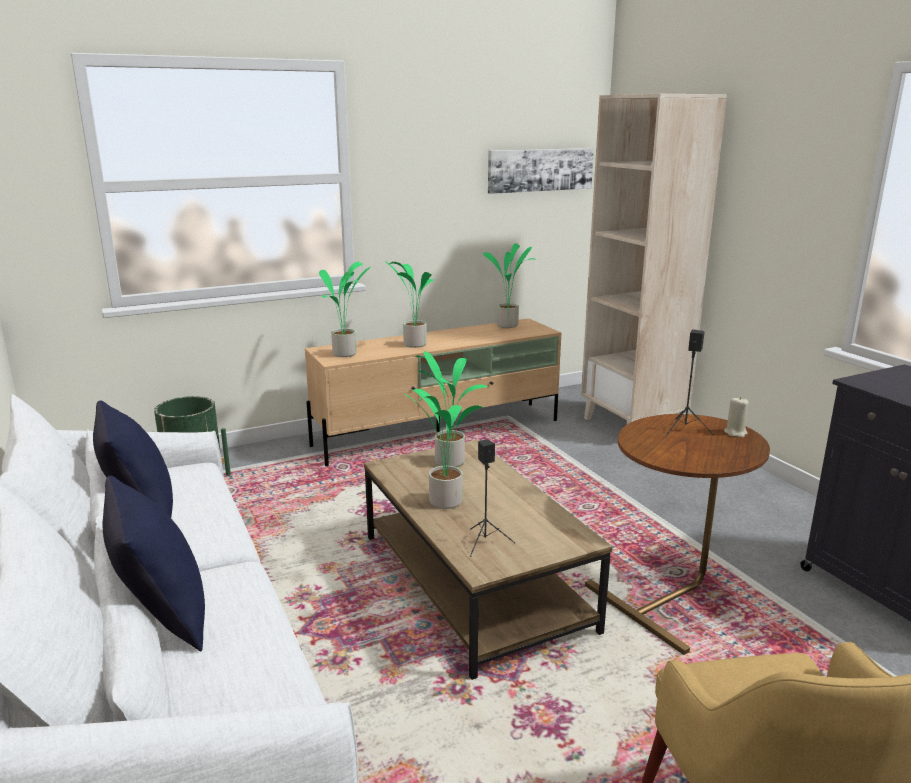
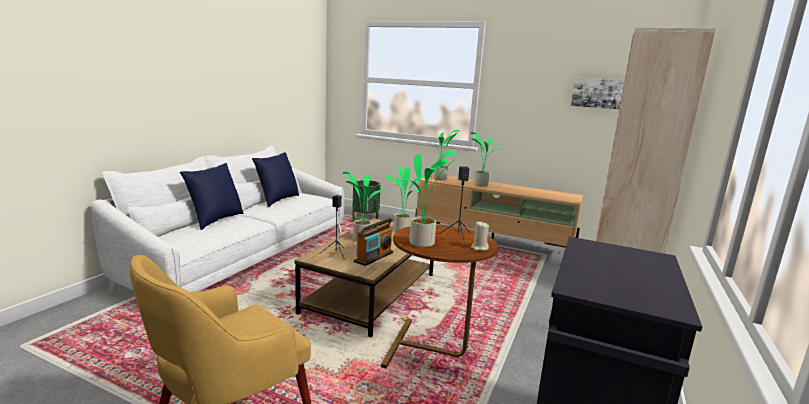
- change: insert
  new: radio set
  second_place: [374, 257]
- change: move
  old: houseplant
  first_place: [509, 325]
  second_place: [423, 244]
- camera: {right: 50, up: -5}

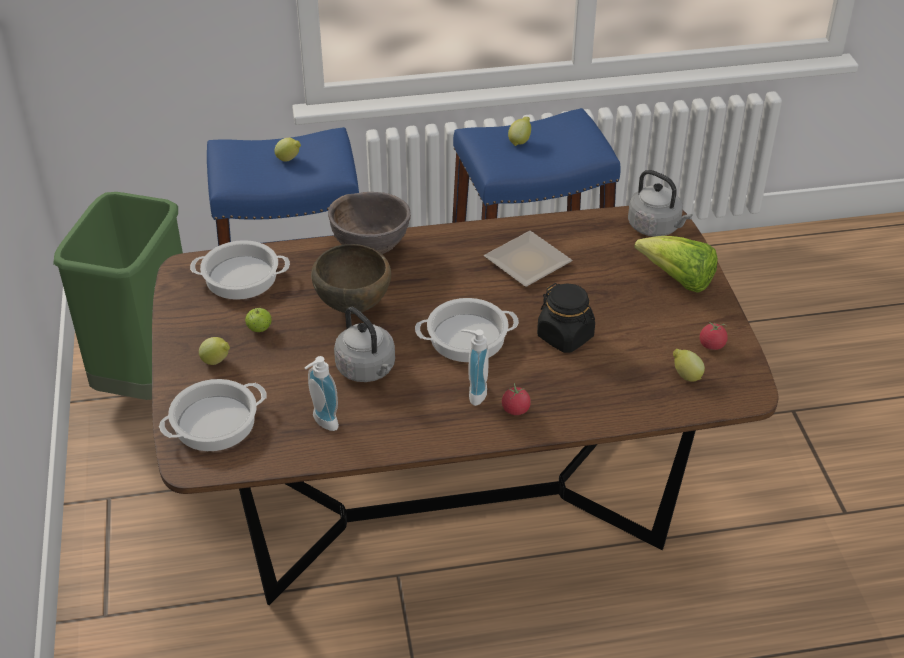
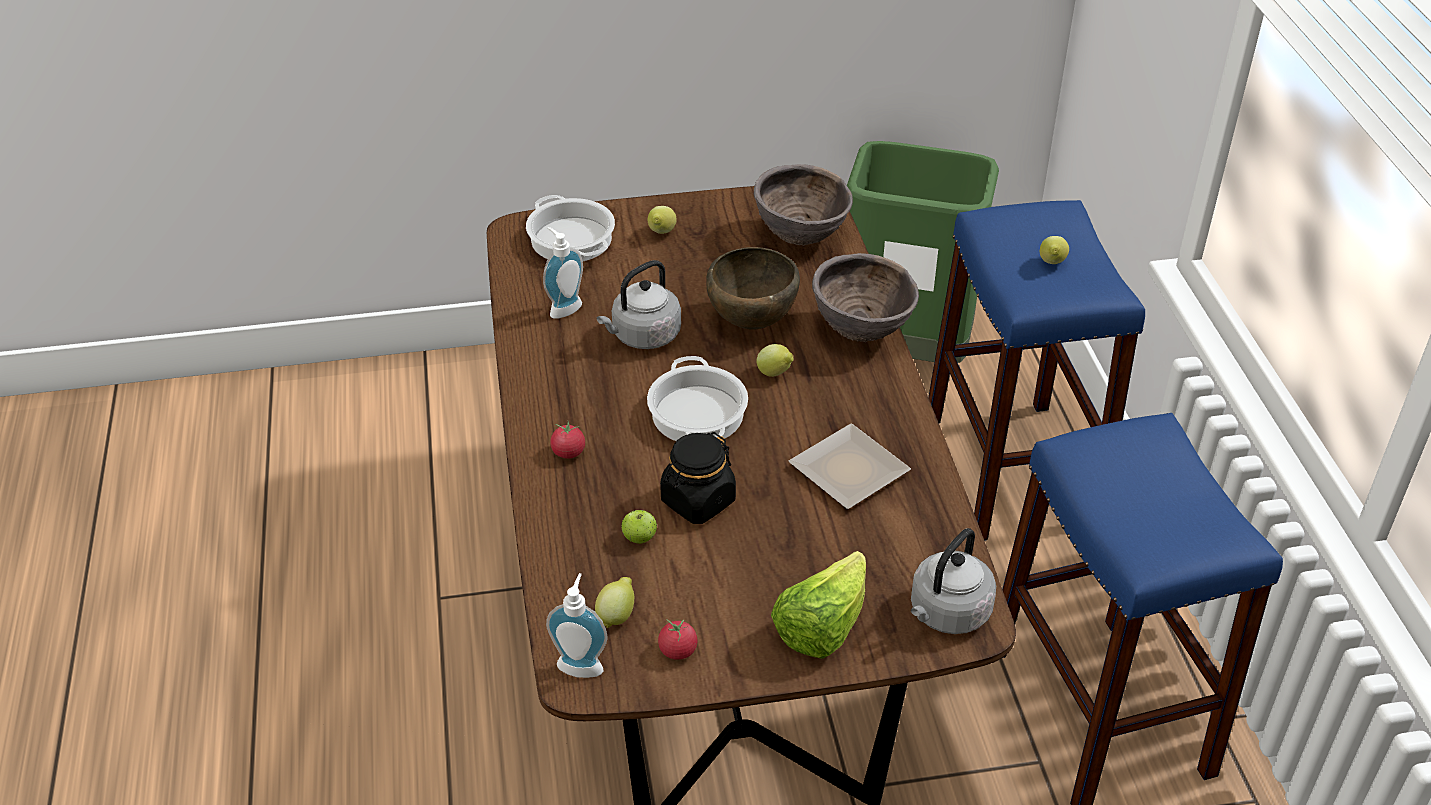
- change: move
  old: apple fruit
  first_place: [259, 329]
  second_place: [639, 538]
- change: move
  old: soap bottle
  first_place: [473, 393]
  second_place: [581, 663]
- change: move
  old: lemon
  first_place: [520, 141]
  second_place: [775, 374]
- change: replace
  old: stockpot
  new: brownish bowl
  first_place: [240, 277]
  second_place: [801, 238]
- camera: {right: 90, up: 0}

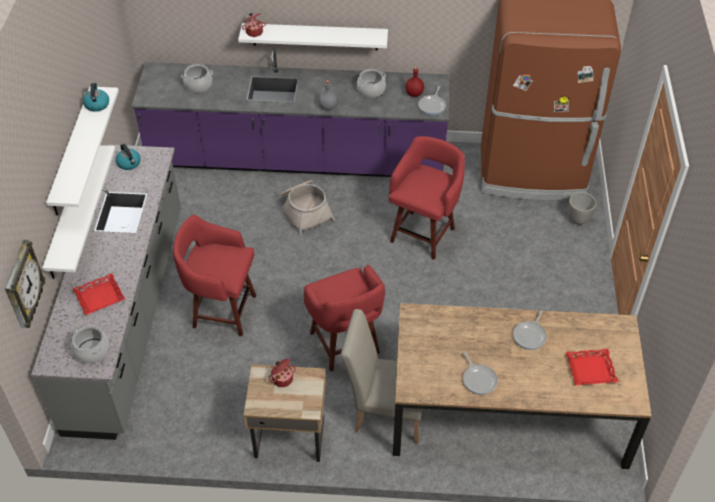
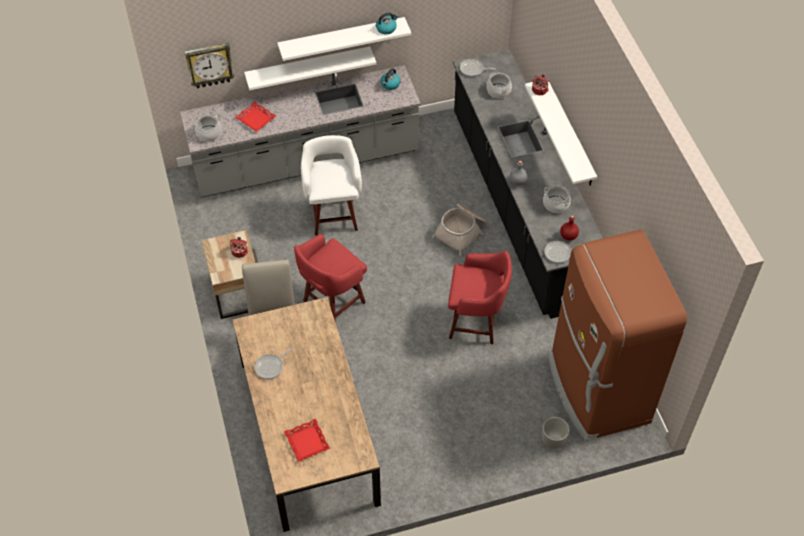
- change: move
  old: pan
  first_place: [530, 335]
  second_place: [473, 69]
- change: recolor
  old: purplish kitchen counter
  new: black kitchen counter
  first_place: [297, 159]
  second_place: [519, 207]
- change: recolor
  old: red stool seat
  new: whitish stool seat
  first_place: [222, 311]
  second_place: [333, 215]
- camera: {right: 70, up: 5}

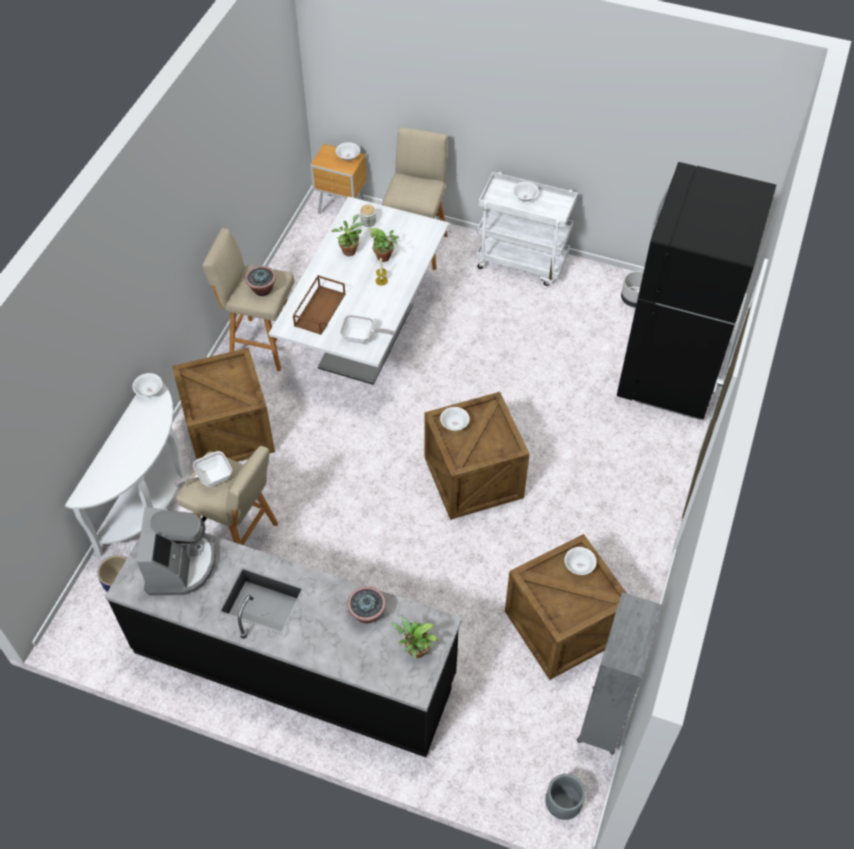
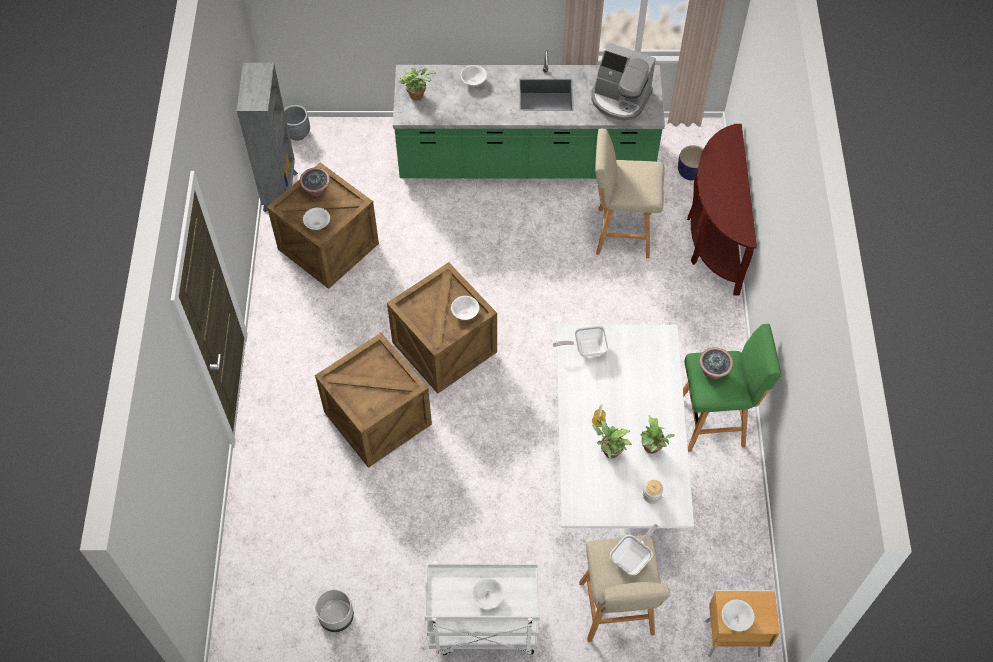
- change: delete
  old: brownish serving tray
  first_place: [319, 309]
- change: delete
  old: black refrigerator
  first_place: [670, 372]
- change: move
  old: whitish bowl
  first_place: [149, 391]
  second_place: [473, 81]
- change: move
  old: shipping crate
  first_place: [231, 432]
  second_place: [376, 418]
- change: move
  old: pan
  first_place: [210, 478]
  second_place: [632, 557]
- change: move
  old: houseplant
  first_place: [367, 613]
  second_place: [317, 190]
- change: recolor
  old: whitish narrow table
  new: brownish narrow table
  first_place: [150, 501]
  second_place: [713, 239]
- change: recolor
  old: black kitchen counter
  new: green-coloured kitchen counter
  first_place: [294, 663]
  second_place: [526, 160]
- change: recolor
  old: sand-coloured stool seat
  new: green-coloured stool seat
  first_place: [261, 343]
  second_place: [714, 421]
- change: rotate
  old: coffee brewer
  first_place: [180, 565]
  second_place: [620, 99]
  degrees: -45
- camera: {right: 160, up: 5}

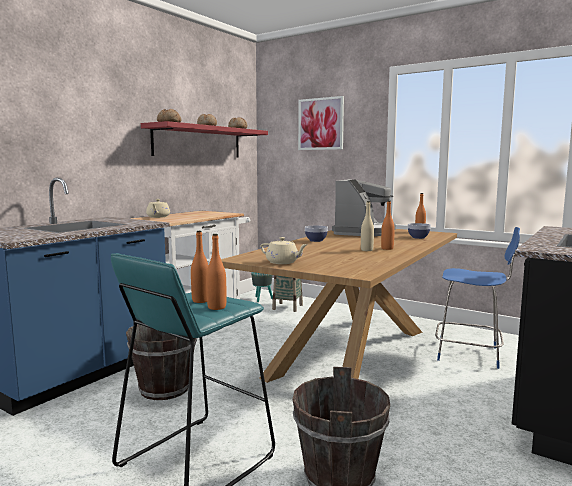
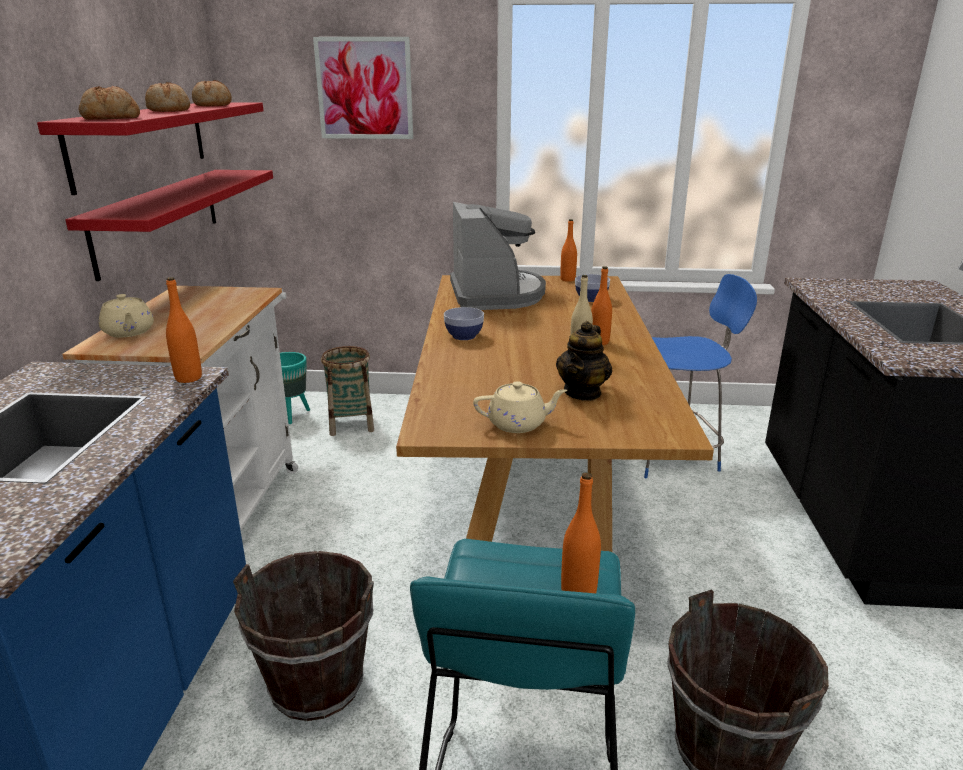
- change: insert
  new: red wall shelf
  second_place: [159, 219]
- change: insert
  new: tea pot
  second_place: [583, 392]
- change: move
  old: orange-coloured drink bottle
  first_place: [201, 300]
  second_place: [188, 378]
- camera: {right: -30, up: 15}

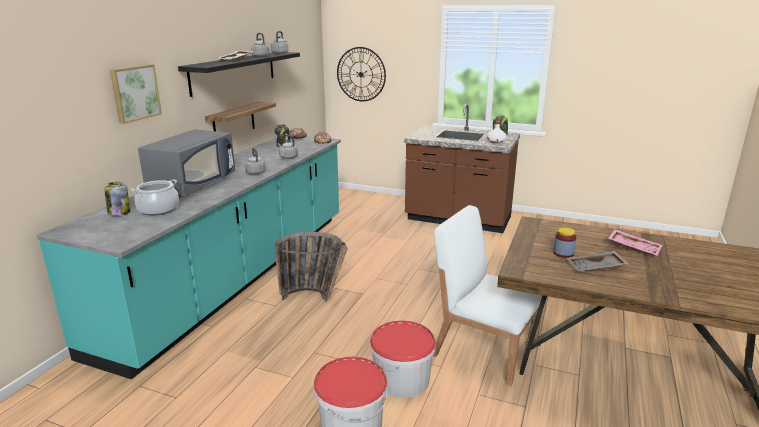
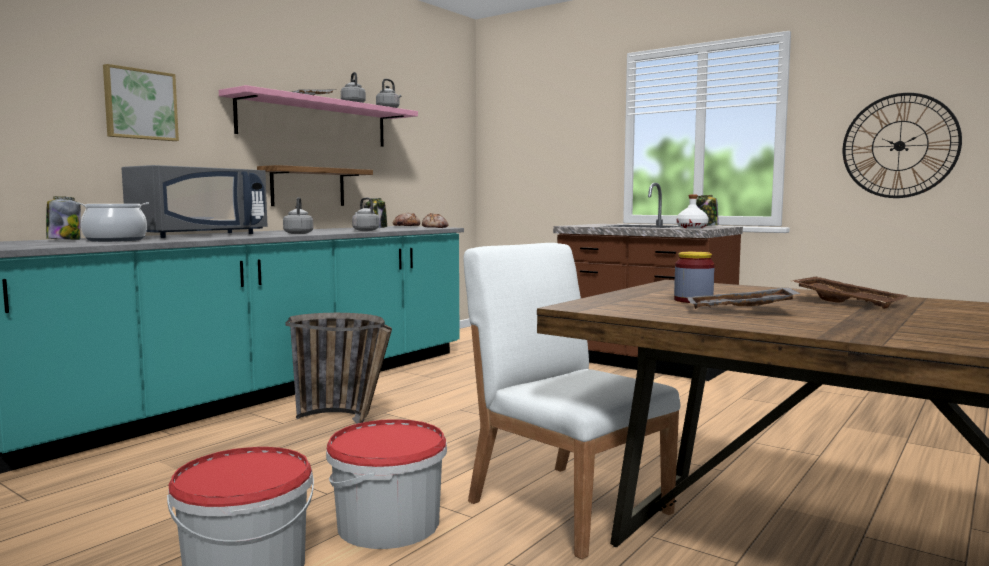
- change: move
  old: hanging clock
  first_place: [361, 74]
  second_place: [899, 146]
- change: recolor
  old: black wall shelf
  new: pink wall shelf
  first_place: [234, 72]
  second_place: [315, 122]
- change: recolor
  old: pink serving tray
  new: brownish serving tray
  first_place: [634, 248]
  second_place: [848, 302]
- camera: {right: 15, up: -15}

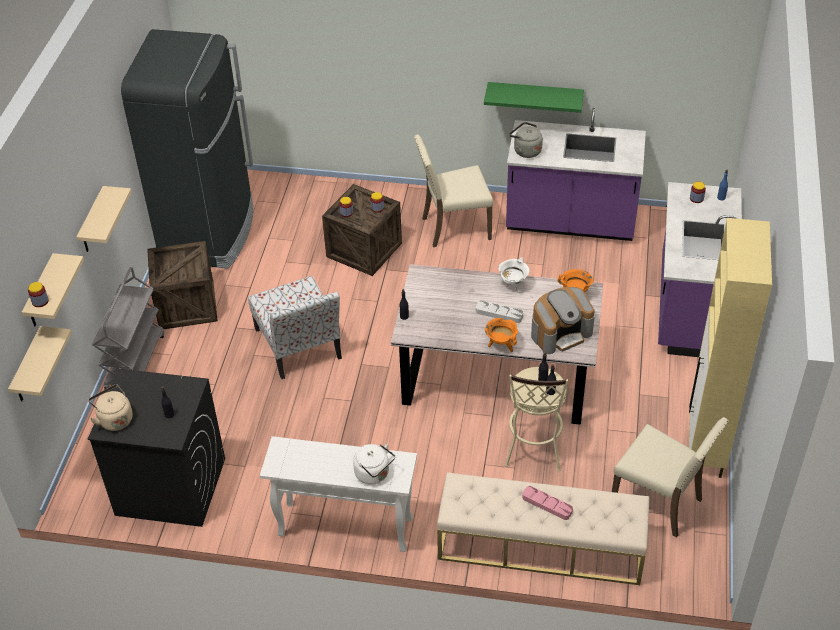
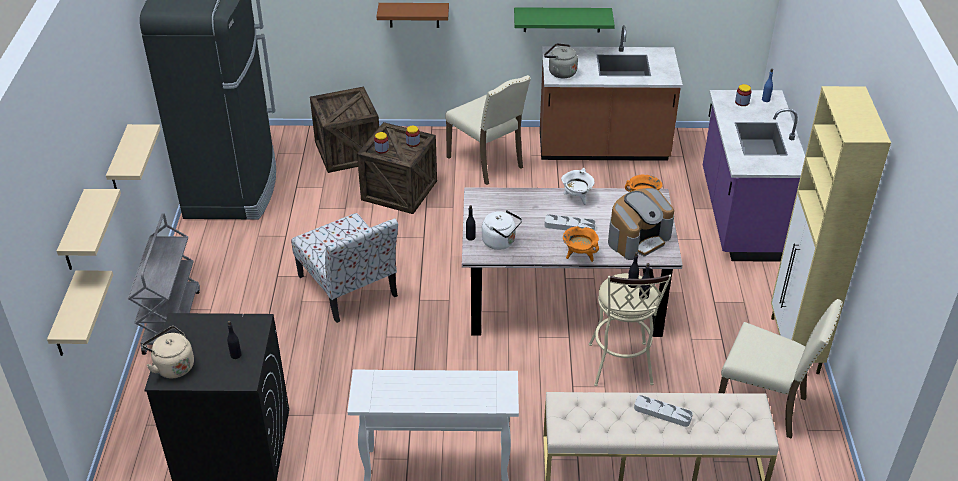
- change: delete
  old: storage jar
  first_place: [40, 301]
- change: insert
  new: brownish wall shelf
  second_place: [414, 15]
- change: move
  old: shipping crate
  first_place: [187, 305]
  second_place: [348, 151]
- change: move
  old: whitish water kettle
  first_place: [374, 474]
  second_place: [501, 242]
- change: recolor
  old: purplish kitchen counter
  new: brownish kitchen counter
  first_place: [570, 222]
  second_place: [603, 148]
- change: recolor
  old: pink serving tray
  new: gray serving tray
  first_place: [547, 504]
  second_place: [662, 413]
- change: rotate
  old: sand-coloured plain chair
  first_place: [454, 227]
  second_place: [487, 162]
  degrees: -105
- camera: {right: -10, up: -5}

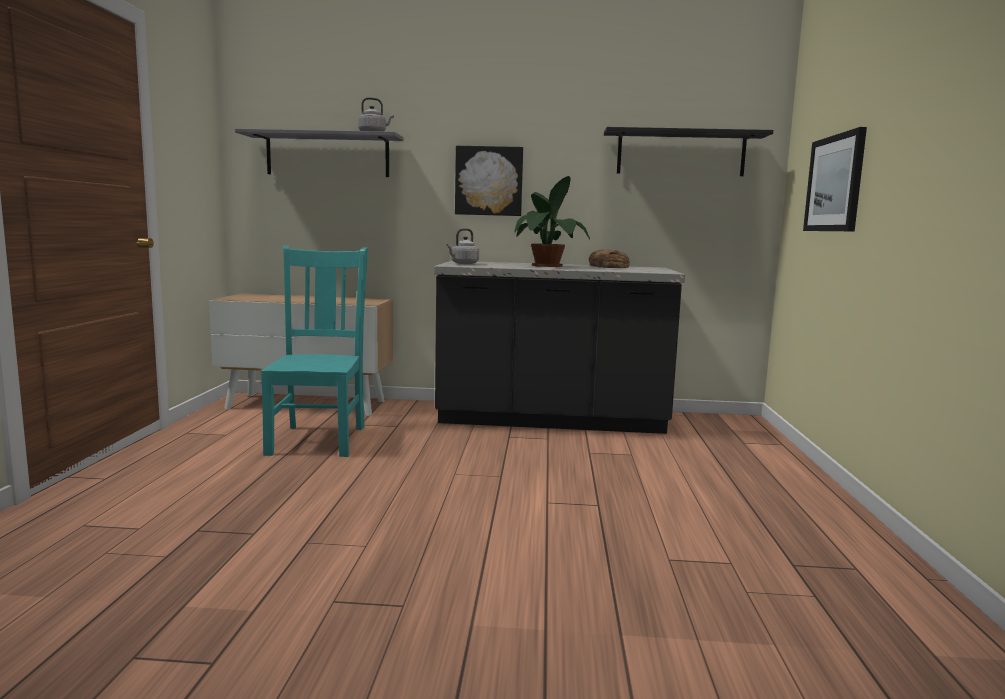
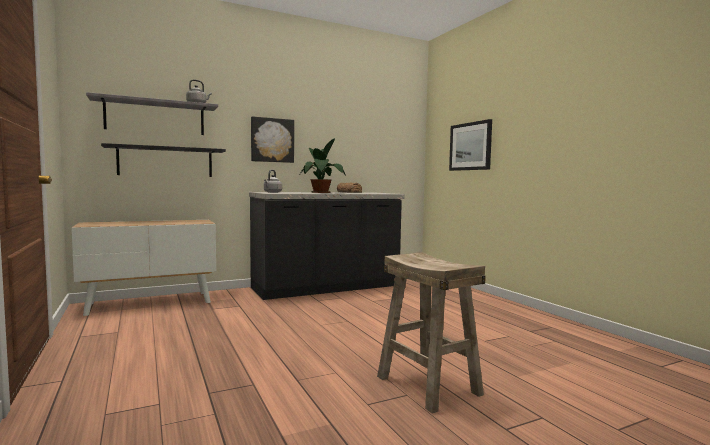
- change: delete
  old: turquoise-coloured plain chair
  first_place: [319, 439]
- change: insert
  new: sand-coloured stool seat
  second_place: [427, 385]
- change: move
  old: black wall shelf
  first_place: [681, 154]
  second_place: [166, 162]
- camera: {right: -30, up: -5}

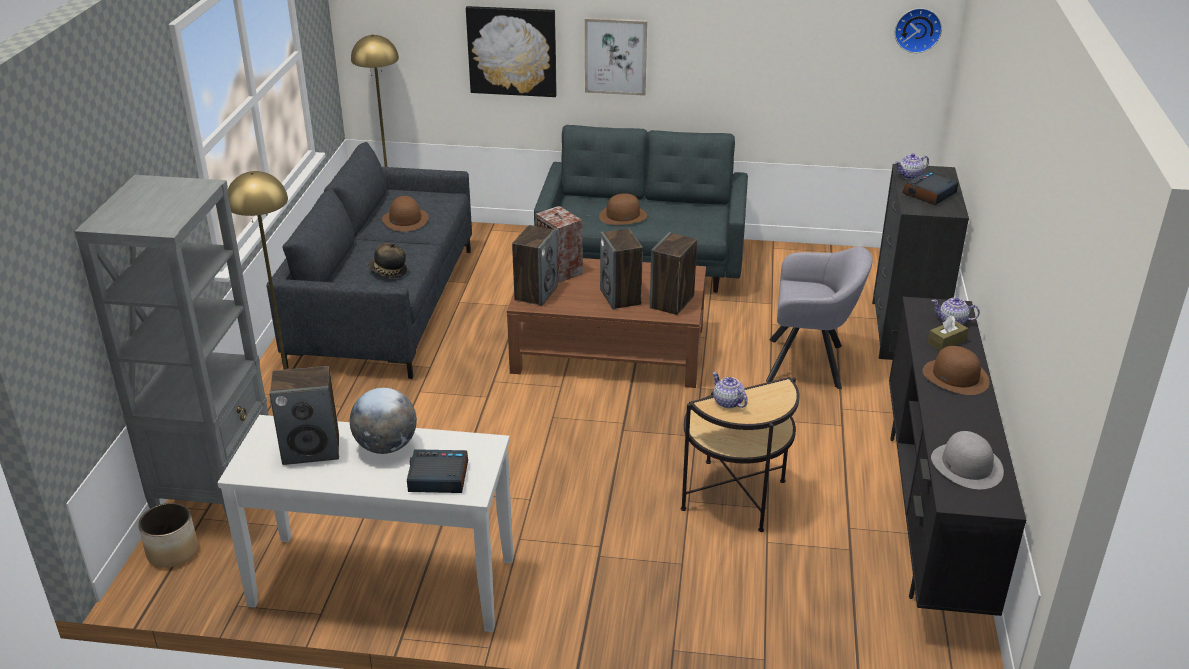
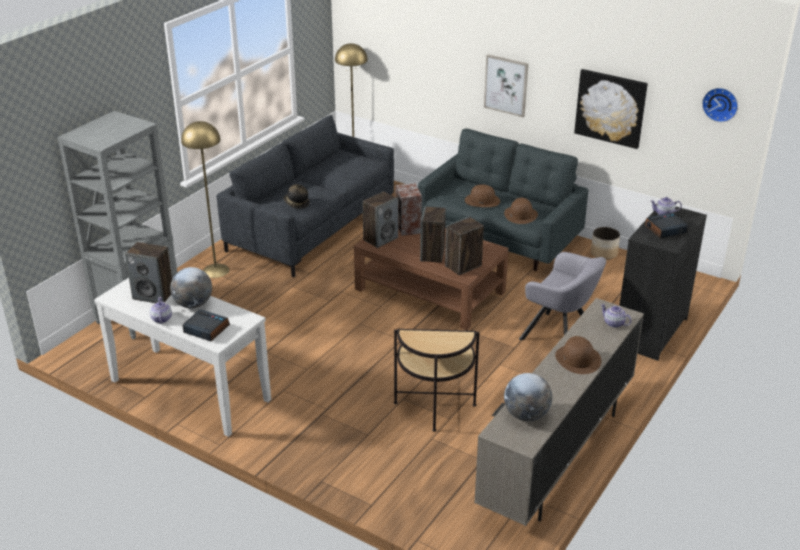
- change: delete
  old: brownish tissue holder
  first_place: [946, 342]
- change: move
  old: flower pot
  first_place: [173, 551]
  second_place: [604, 253]
- change: move
  old: brownish clothing hat
  first_place: [405, 219]
  second_place: [520, 215]
- change: move
  old: wall picture
  first_place: [512, 51]
  second_place: [610, 108]
- change: move
  old: tea pot
  first_place: [728, 402]
  second_place: [161, 319]
- change: replace
  old: gray clothing hat
  new: globe
  first_place: [967, 466]
  second_place: [526, 415]
- change: recolor
  old: black media console
  new: sand-coloured media console
  first_place: [932, 516]
  second_place: [557, 457]
- camera: {right: 25, up: 0}

